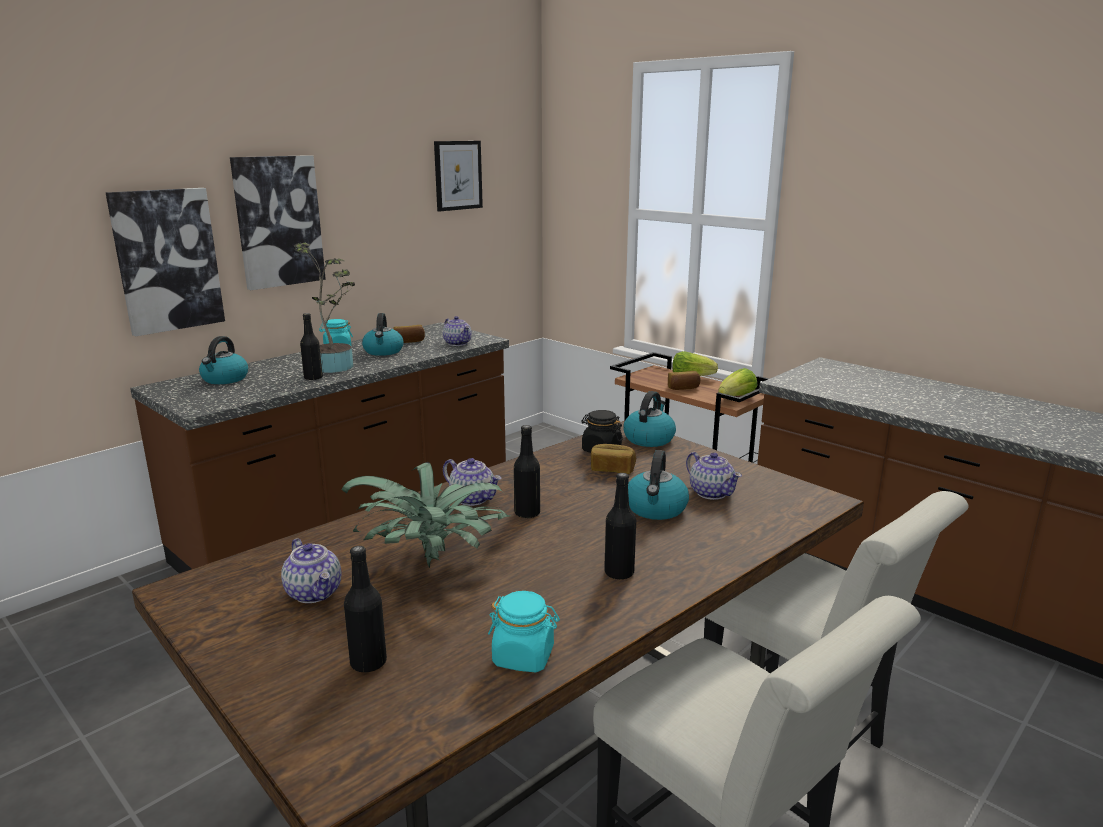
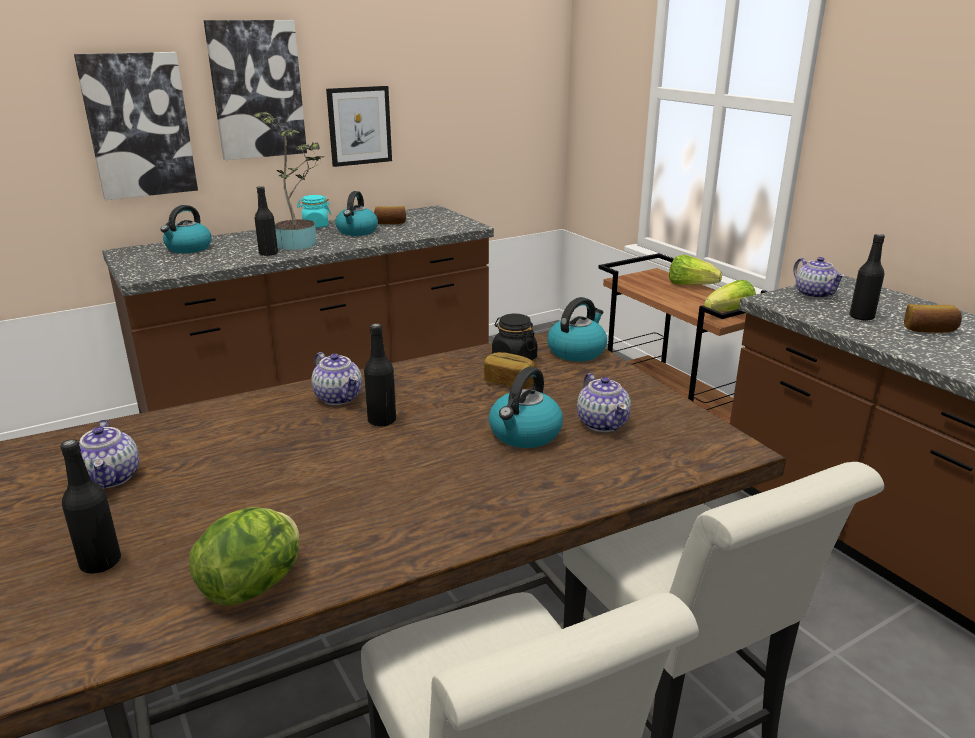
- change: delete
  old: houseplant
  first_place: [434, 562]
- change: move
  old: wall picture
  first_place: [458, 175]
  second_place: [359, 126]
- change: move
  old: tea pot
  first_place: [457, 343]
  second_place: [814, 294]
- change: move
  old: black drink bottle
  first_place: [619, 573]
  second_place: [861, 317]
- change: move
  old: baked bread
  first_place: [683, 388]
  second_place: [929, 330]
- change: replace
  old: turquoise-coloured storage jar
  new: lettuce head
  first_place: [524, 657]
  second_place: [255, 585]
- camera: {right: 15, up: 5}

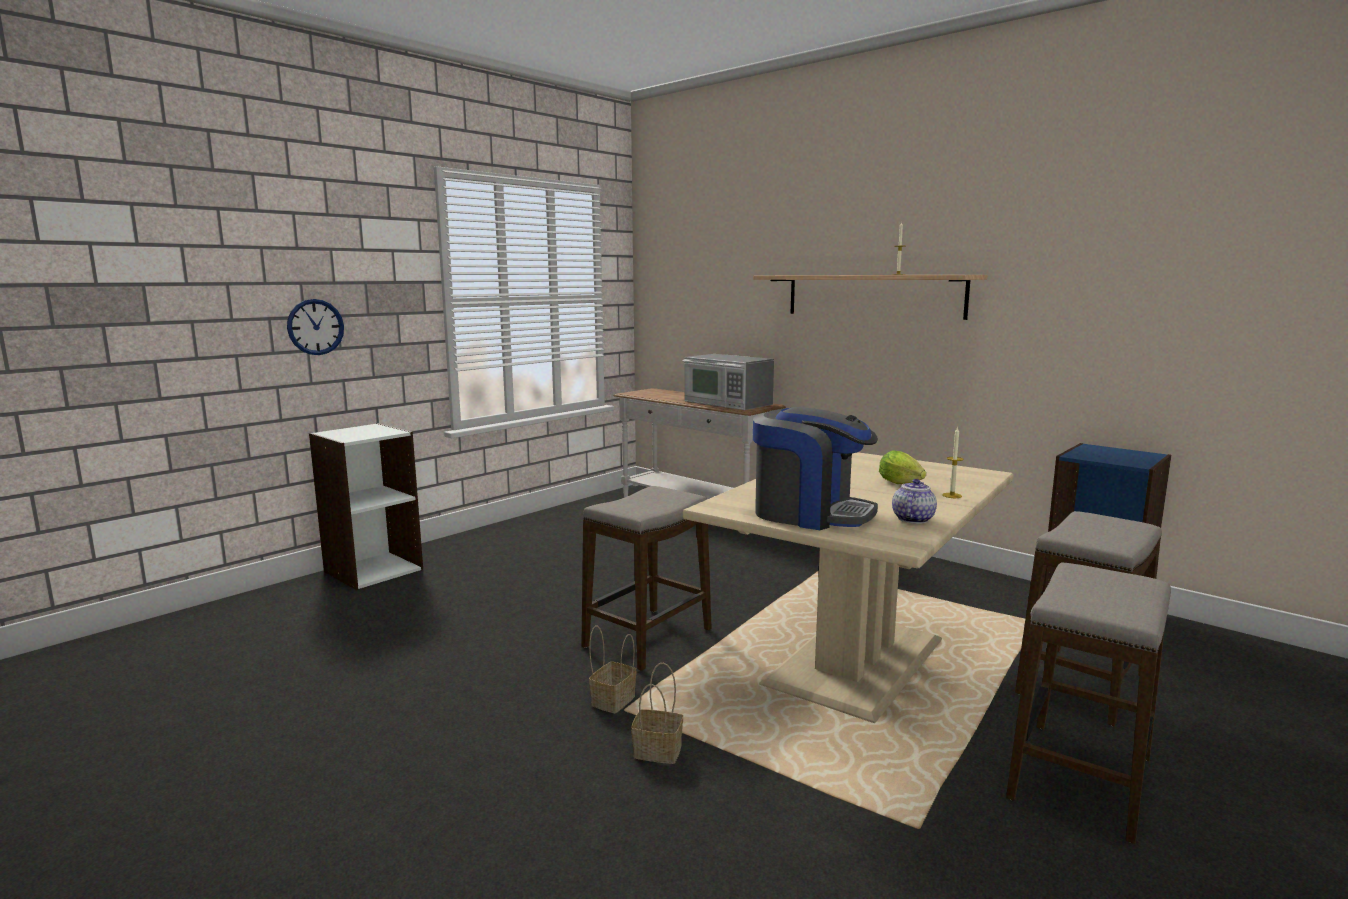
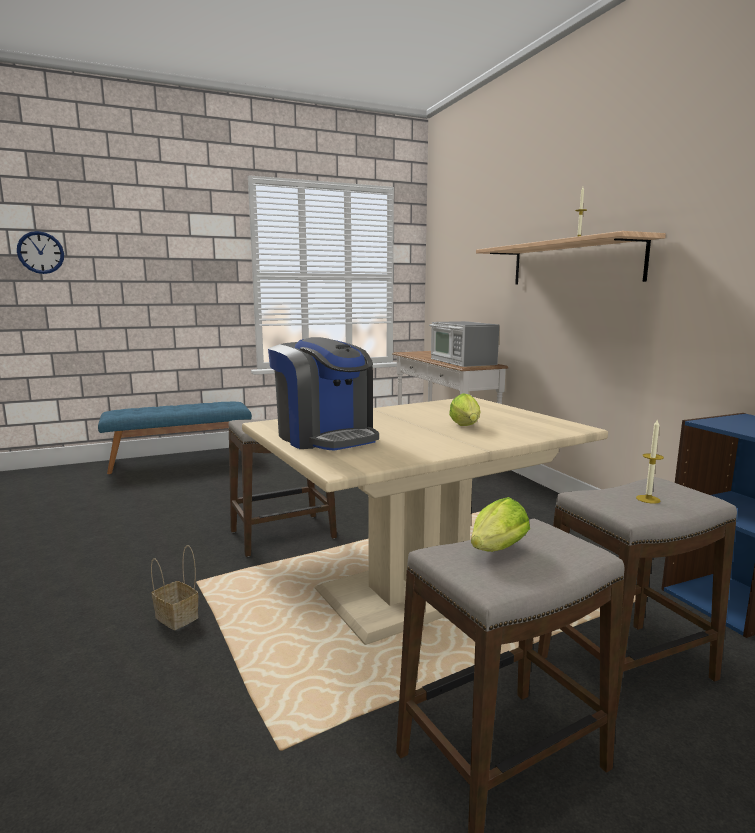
- change: delete
  old: storage basket
  first_place: [613, 699]
- change: delete
  old: tea pot
  first_place: [912, 519]
- change: insert
  new: lettuce head
  second_place: [495, 551]
- change: move
  old: hanging clock
  first_place: [315, 327]
  second_place: [40, 252]
- change: move
  old: wax candle
  first_place: [952, 495]
  second_place: [648, 499]
- change: replace
  old: whitish shelving unit
  new: bluish indoor bench
  first_place: [373, 570]
  second_place: [180, 459]
- camera: {right: 25, up: 0}

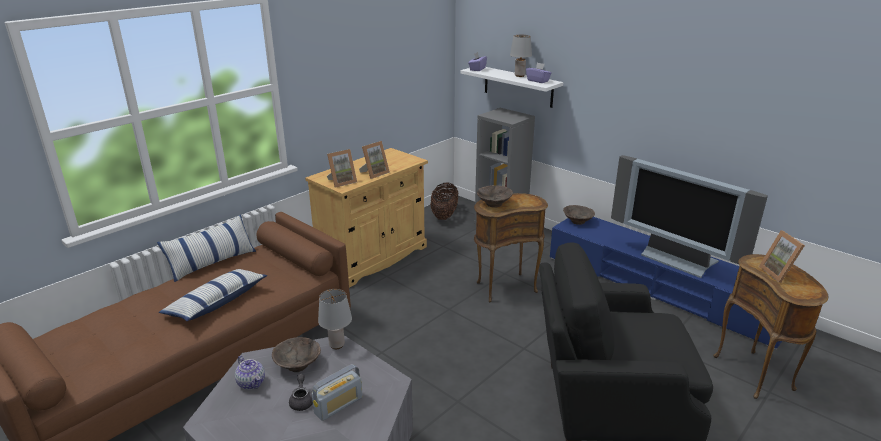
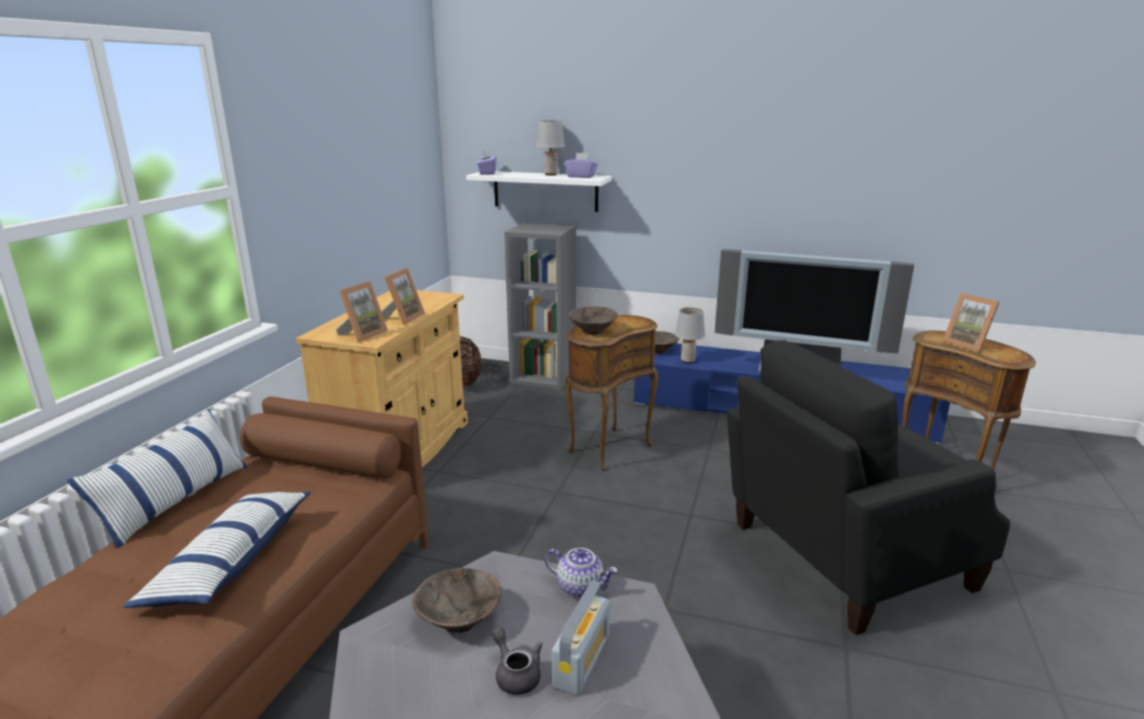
- change: move
  old: tea pot
  first_place: [252, 383]
  second_place: [581, 587]
- change: move
  old: gray lamp for a table
  first_place: [336, 344]
  second_place: [687, 361]
- camera: {right: -25, up: -5}

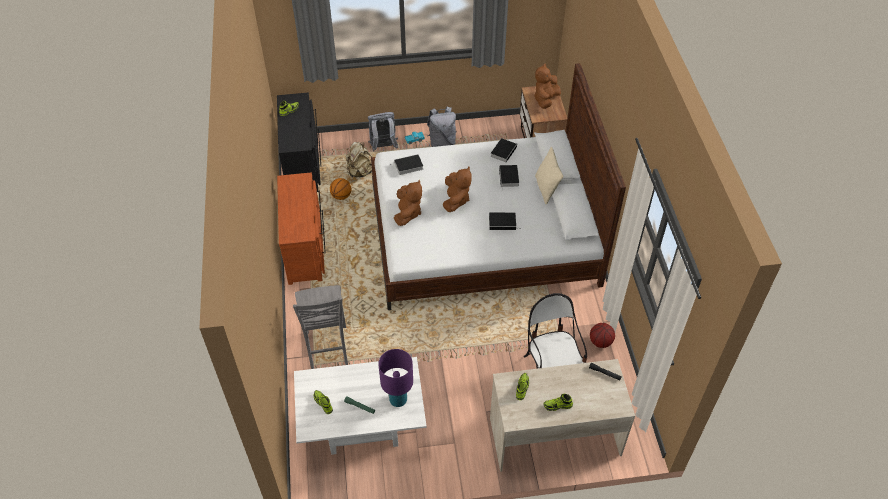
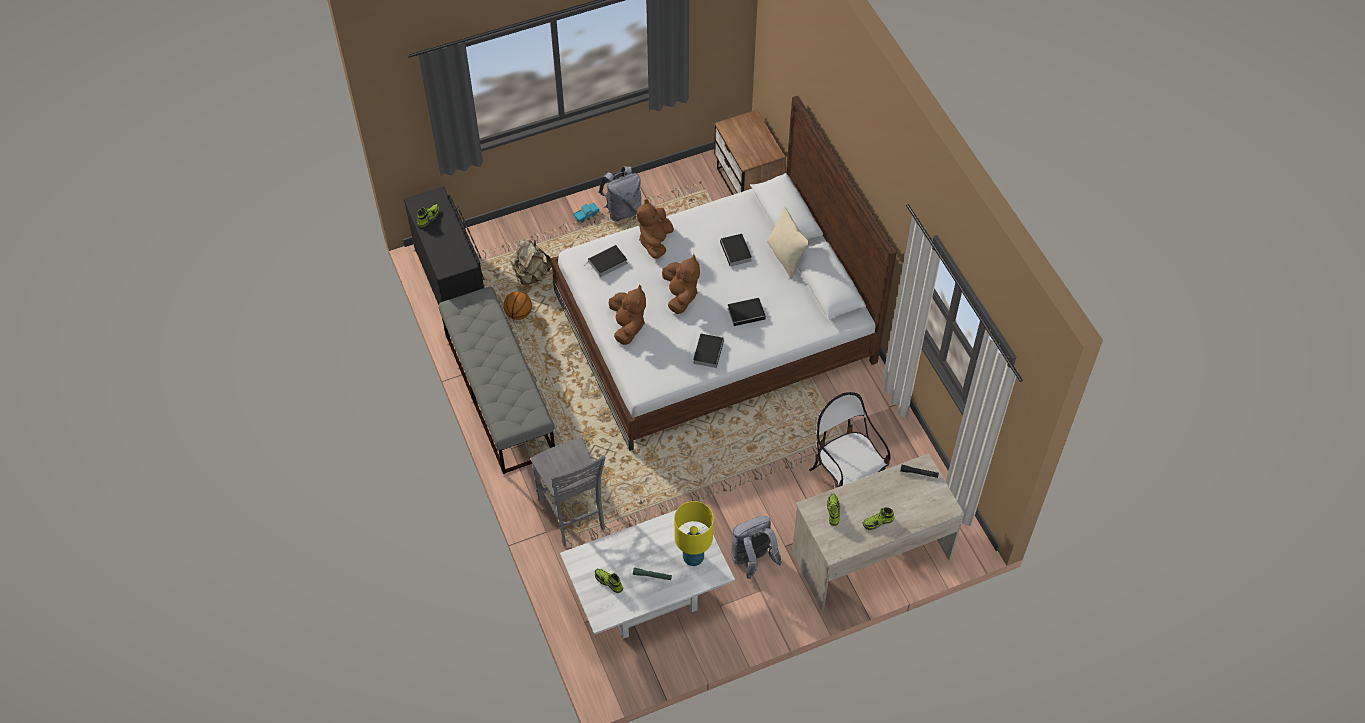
- change: delete
  old: ball for basketball
  first_place: [600, 342]
- change: move
  old: gray backpack
  first_place: [383, 147]
  second_place: [752, 560]
- change: move
  old: volume
  first_place: [503, 151]
  second_place: [708, 351]
- change: move
  old: brownish cuddly toy
  first_place: [545, 100]
  second_place: [655, 242]
- change: replace
  old: brownish drawer chest
  new: gray indoor bench
  first_place: [306, 248]
  second_place: [499, 393]
- change: recolor
  old: purplish lamp for a table
  new: yellowish lamp for a table
  first_place: [398, 400]
  second_place: [693, 557]
- camera: {right: -15, up: 5}

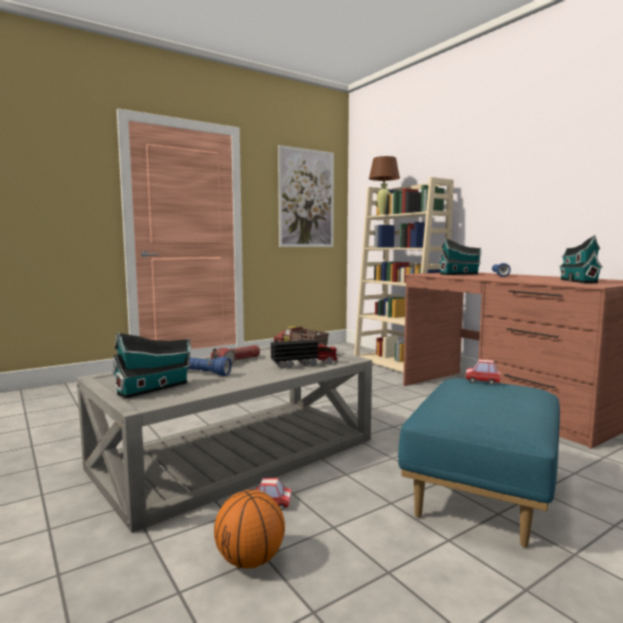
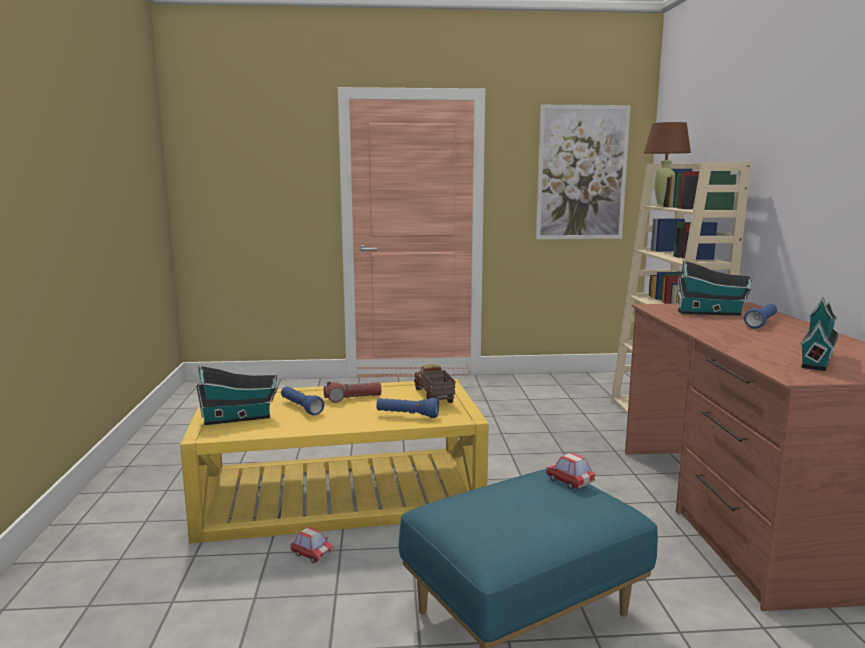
- change: delete
  old: ball for basketball
  first_place: [250, 560]
- change: replace
  old: model truck
  new: bluish torch
  first_place: [305, 364]
  second_place: [407, 415]
- change: recolor
  old: gray lounge table
  new: yellowish lounge table
  first_place: [238, 454]
  second_place: [340, 495]
- camera: {right: 30, up: 5}

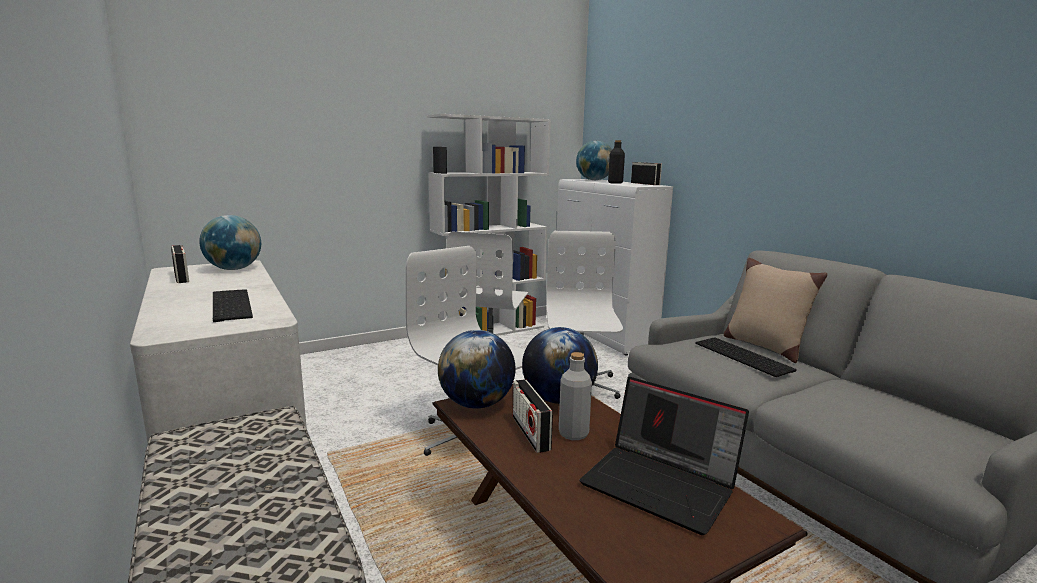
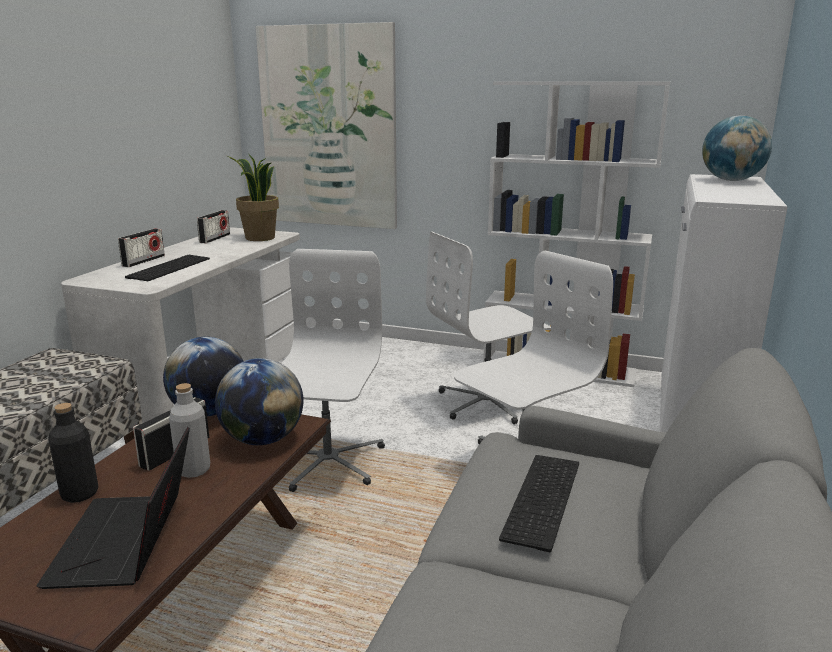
- change: delete
  old: sand-coloured throw pillow
  first_place: [764, 346]
- change: insert
  new: wall picture
  second_place: [328, 128]
- change: move
  old: black drink bottle
  first_place: [615, 183]
  second_place: [79, 494]
- change: move
  old: radio set
  first_place: [645, 184]
  second_place: [144, 261]
- change: replace
  old: globe
  new: houseplant
  first_place: [234, 269]
  second_place: [259, 238]
- camera: {right: 50, up: 5}

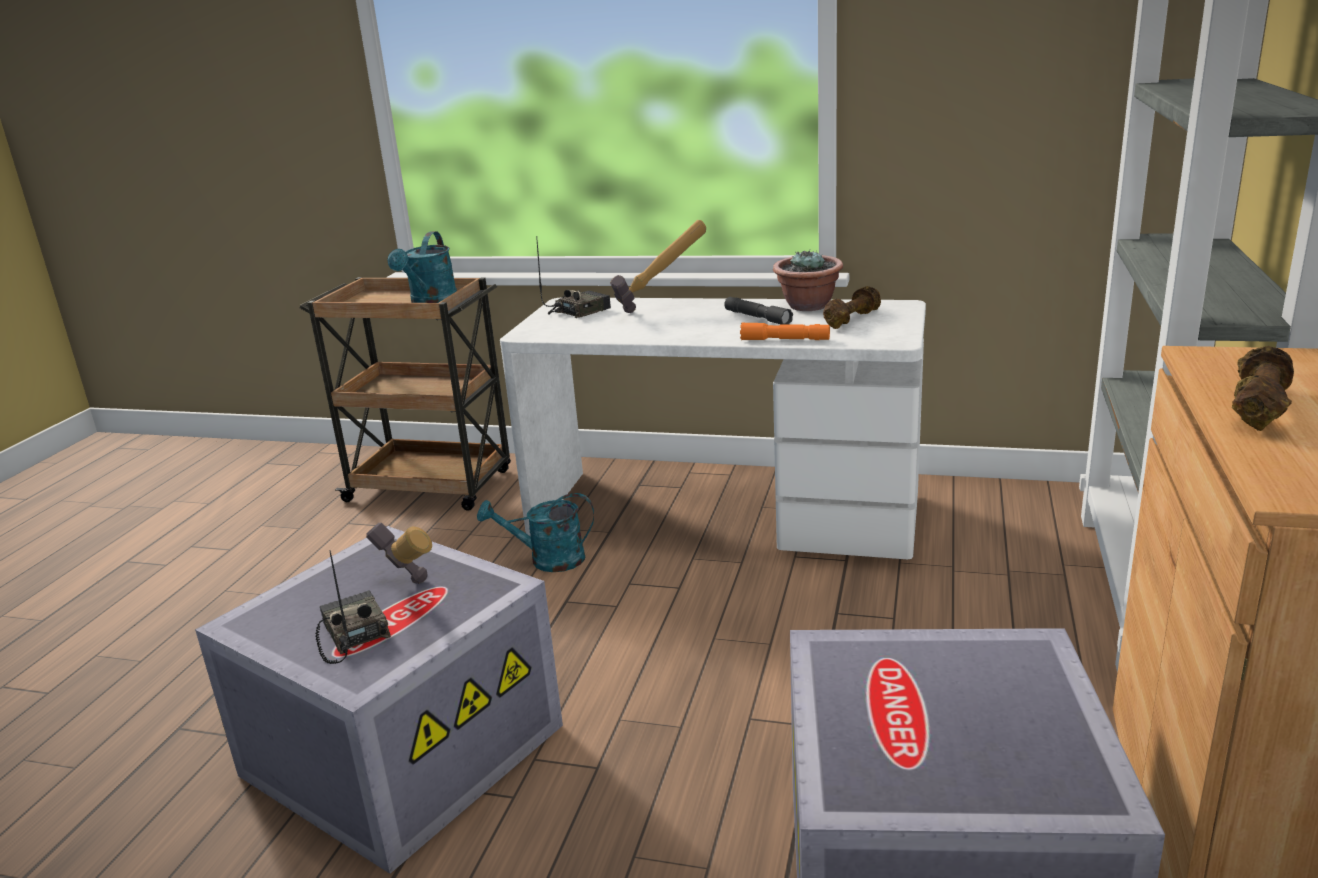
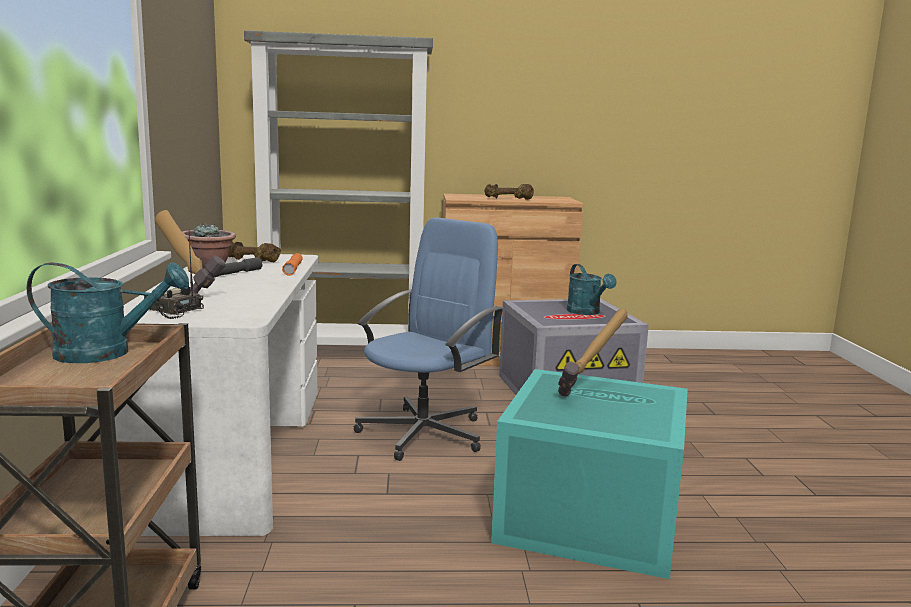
- change: delete
  old: radio set
  first_place: [351, 635]
- change: insert
  new: bluish desk chair
  second_place: [425, 433]
- change: move
  old: turquoise-coloured watering pot
  first_place: [547, 560]
  second_place: [587, 312]
- change: recolor
  old: gray storage box
  new: turquoise-coloured storage box
  first_place: [403, 746]
  second_place: [586, 518]
- camera: {right: -110, up: -10}

